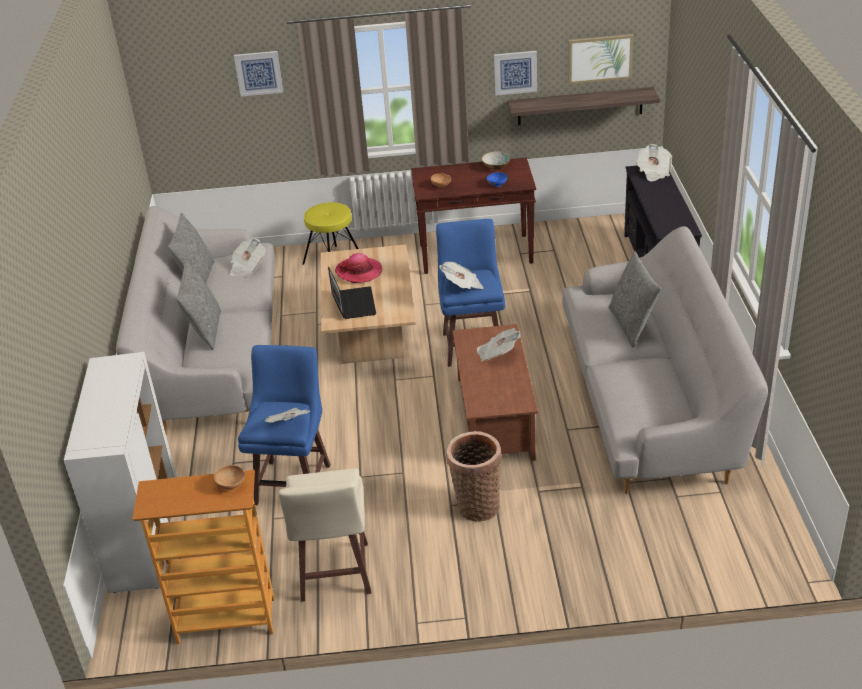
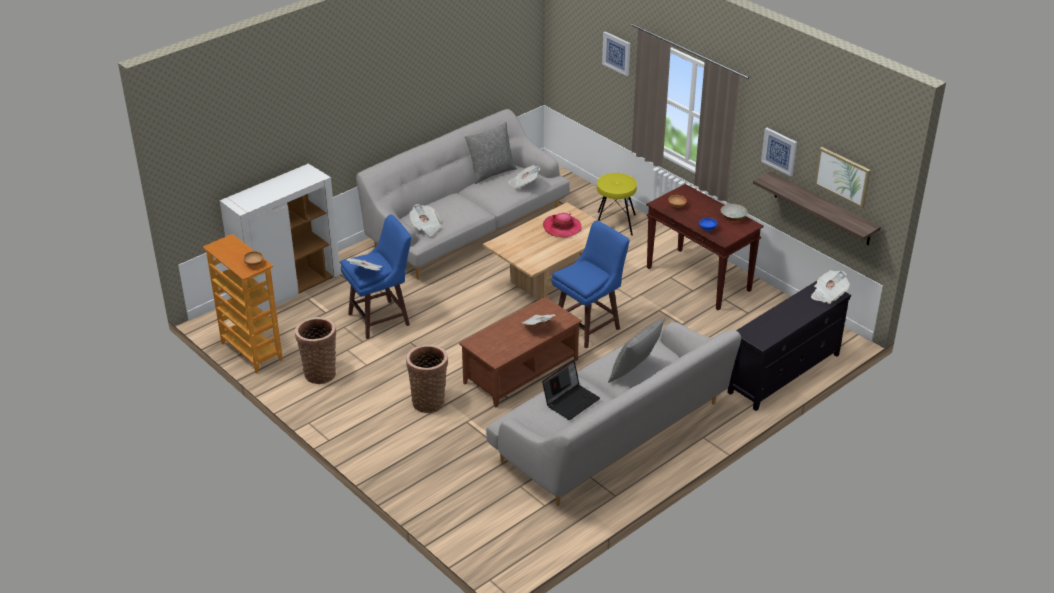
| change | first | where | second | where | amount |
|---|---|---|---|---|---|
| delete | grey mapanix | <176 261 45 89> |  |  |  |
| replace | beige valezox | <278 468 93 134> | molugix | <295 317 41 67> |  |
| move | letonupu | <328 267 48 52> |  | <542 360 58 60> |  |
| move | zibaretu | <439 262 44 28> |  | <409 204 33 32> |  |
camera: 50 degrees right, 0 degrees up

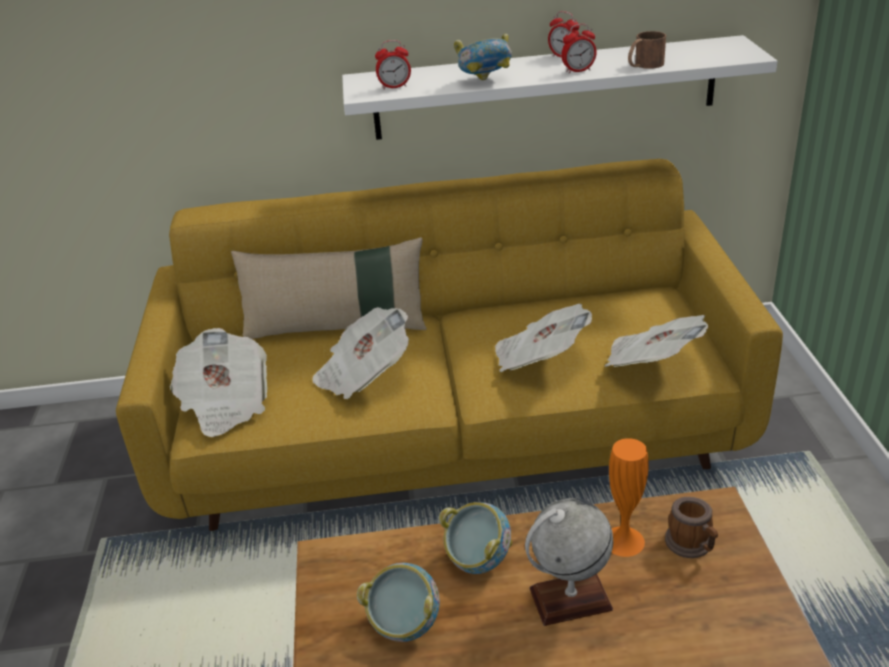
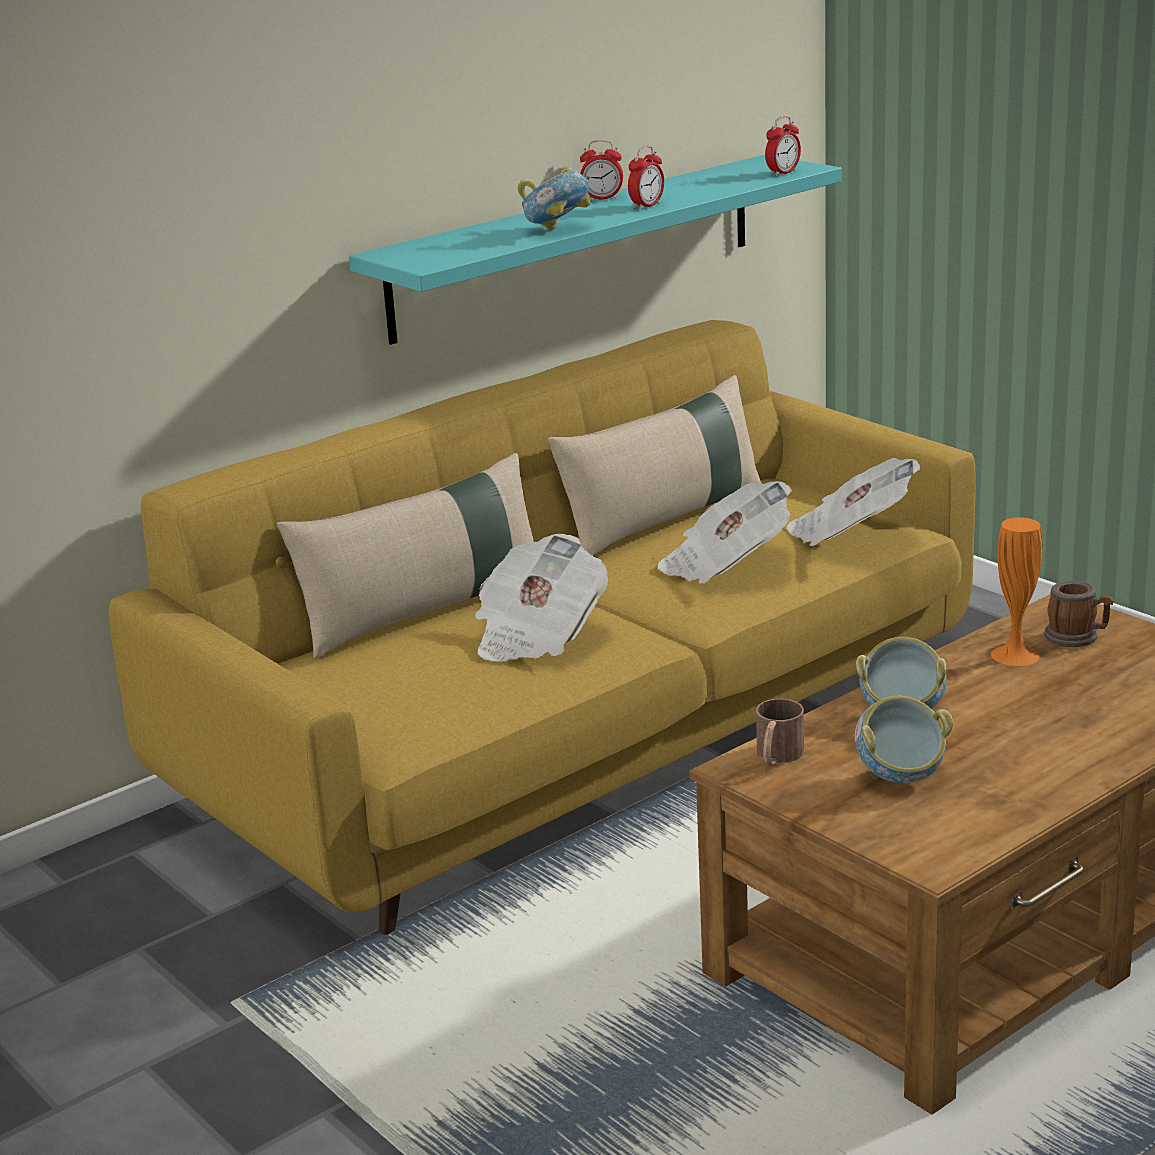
| change | first | where | second | where | amount |
|---|---|---|---|---|---|
| delete | zibaretu | <170 328 97 109> |  |  |  |
| recolor | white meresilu | <342 35 436 105> | turquoise meresilu | <349 155 493 190> |  |
| move | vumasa | <375 40 36 50> |  | <765 116 36 60> |  |
| delete | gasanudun | <525 498 88 128> |  |  |  |
| move | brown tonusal | <628 31 38 38> |  | <756 699 48 67> |  |
| insert |  |  | beige mapanix | <548 375 214 181> |  |
camera: 35 degrees left, 10 degrees down

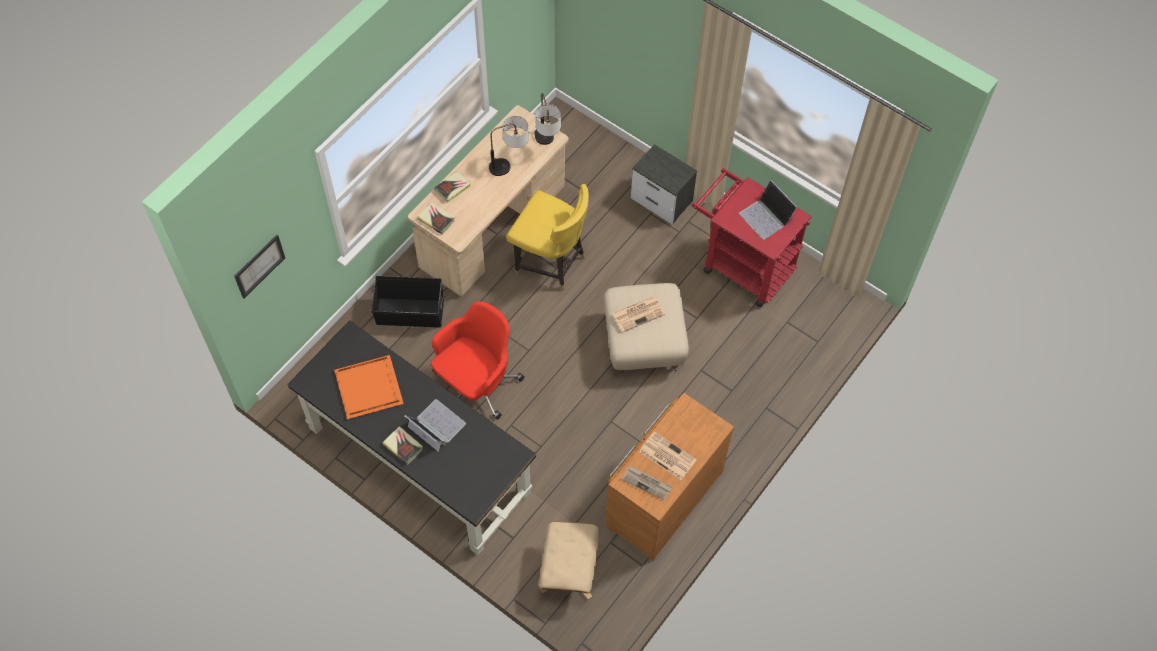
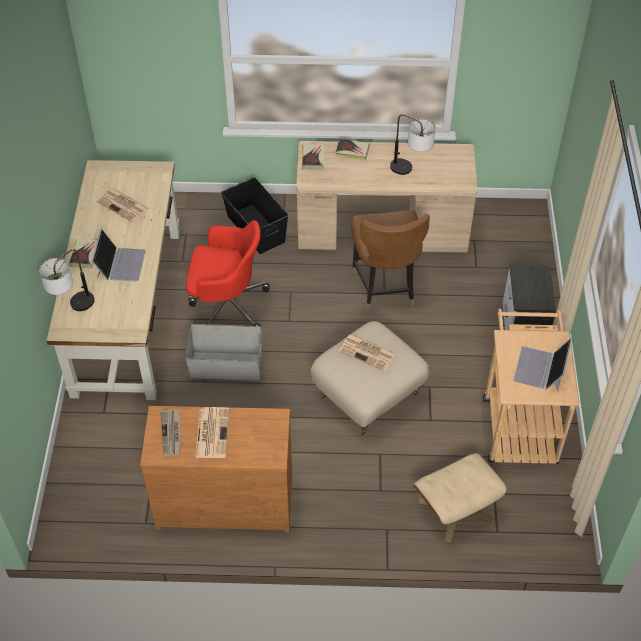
| change | first | where | second | where | amount |
|---|---|---|---|---|---|
| delete | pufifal | <234 235 51 64> |  |  |  |
| recolor | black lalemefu | <287 320 249 235> | beige lalemefu | <46 160 134 240> |  |
| replace | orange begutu | <334 355 70 64> | zibaretu | <97 188 53 35> |  |
| recolor | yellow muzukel | <506 184 83 107> | brown muzukel | <351 210 79 101> |  |
| move | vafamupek | <535 93 26 52> |  | <39 249 56 62> |  |
| move | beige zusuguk | <539 521 60 79> |  | <413 453 94 91> |  |
| recolor | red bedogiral | <691 168 121 139> | beige bedogiral | <483 309 97 155> |  |
| insert |  |  | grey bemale | <185 324 78 57> |  |
camera: 55 degrees right, 10 degrees down

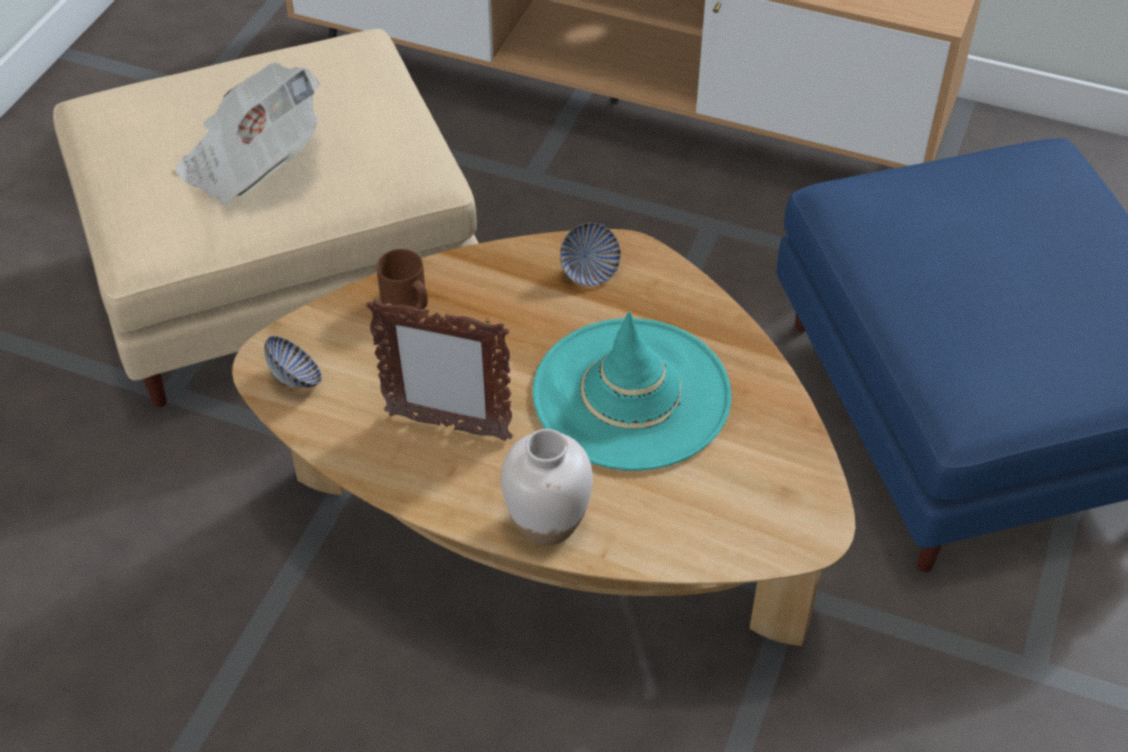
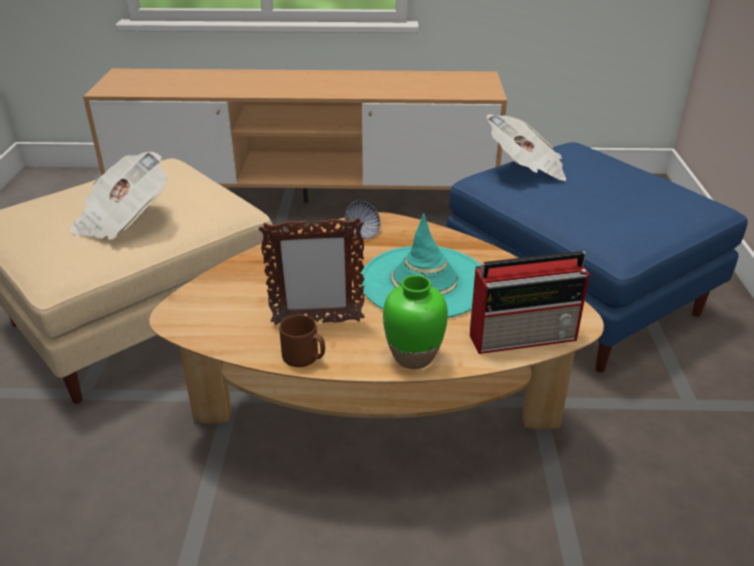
| change | first | where | second | where | amount |
|---|---|---|---|---|---|
| delete | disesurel | <264 336 58 55> |  |  |  |
| move | brown tonusal | <377 249 51 66> |  | <279 315 46 52> |  |
| recolor | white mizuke | <501 429 92 116> | green mizuke | <383 275 65 94> |  |
| insert |  |  | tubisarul | <470 251 120 103> |  |
| insert |  |  | zibaretu | <486 114 81 67> |  |
camera: 20 degrees left, 15 degrees down

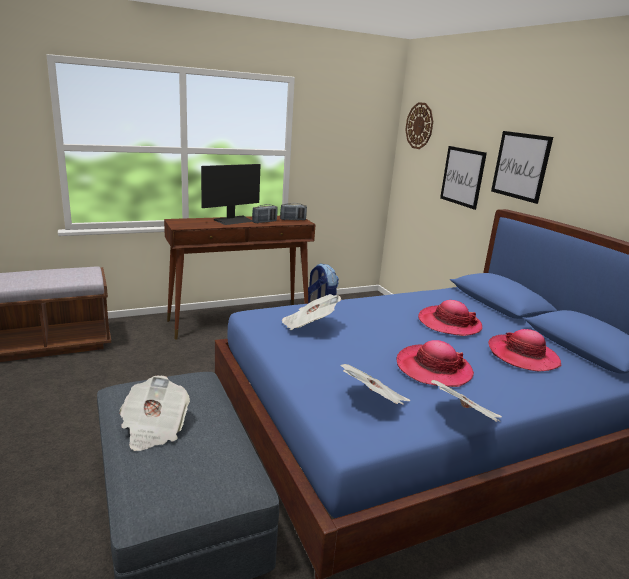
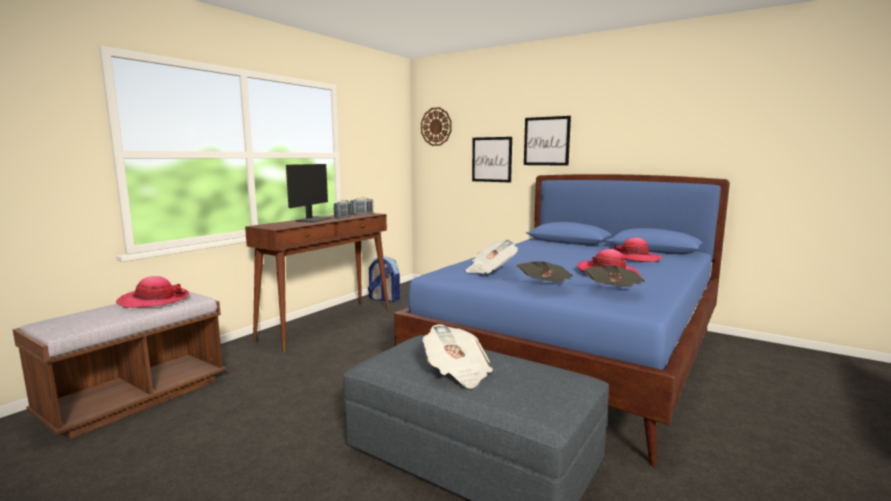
| change | first | where | second | where | amount |
|---|---|---|---|---|---|
| move | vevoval | <418 300 65 36> |  | <116 276 73 32> |  |
| move | zibaretu | <431 380 71 42> |  | <516 261 57 21> |  |
camera: 30 degrees left, 10 degrees down

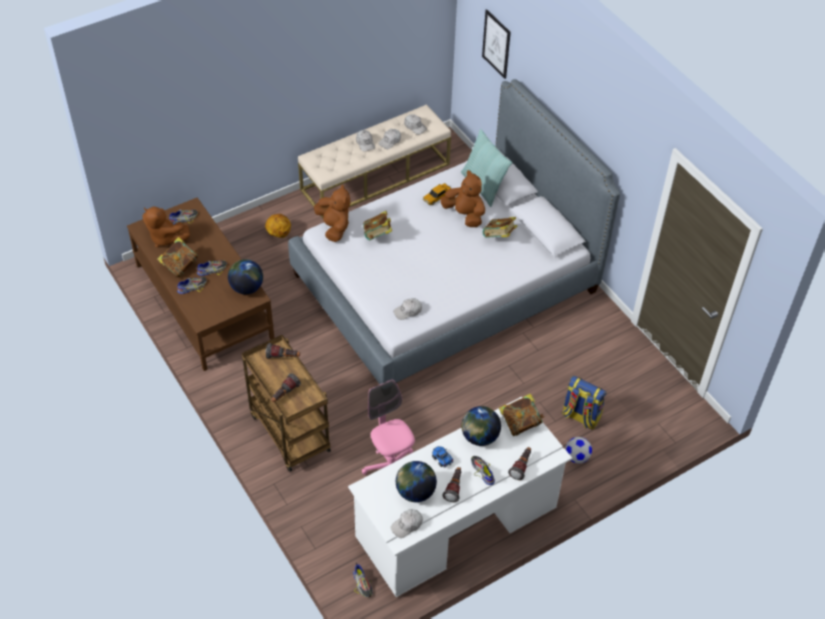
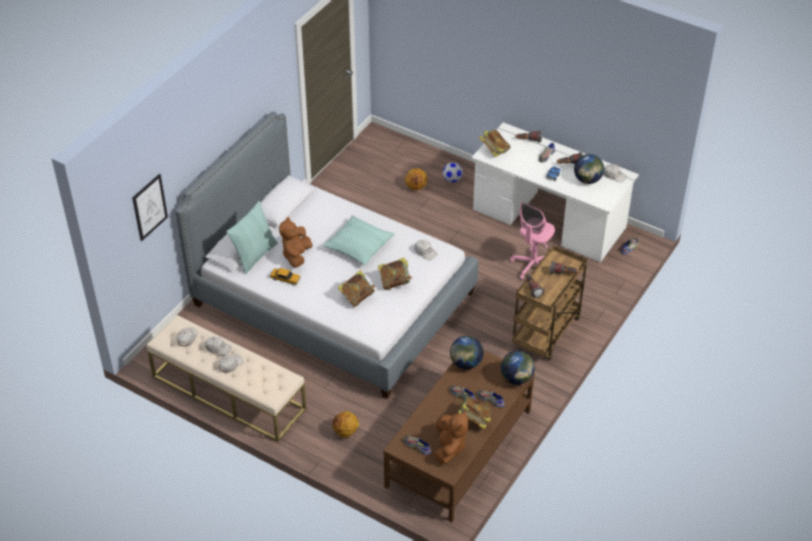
| change | first | where | second | where | amount |
|---|---|---|---|---|---|
| delete | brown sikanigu | <314 185 36 57> |  |  |  |
| move | gasanudun | <461 406 40 40> |  | <501 351 34 34> |  |
| move | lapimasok | <482 217 35 21> |  | <378 258 34 32> |  |
| replace | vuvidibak | <562 376 45 54> | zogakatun | <405 168 22 22> |  |
| insert |  |  | mapanix | <323 215 72 50> |  |
camera: 115 degrees left, 5 degrees down

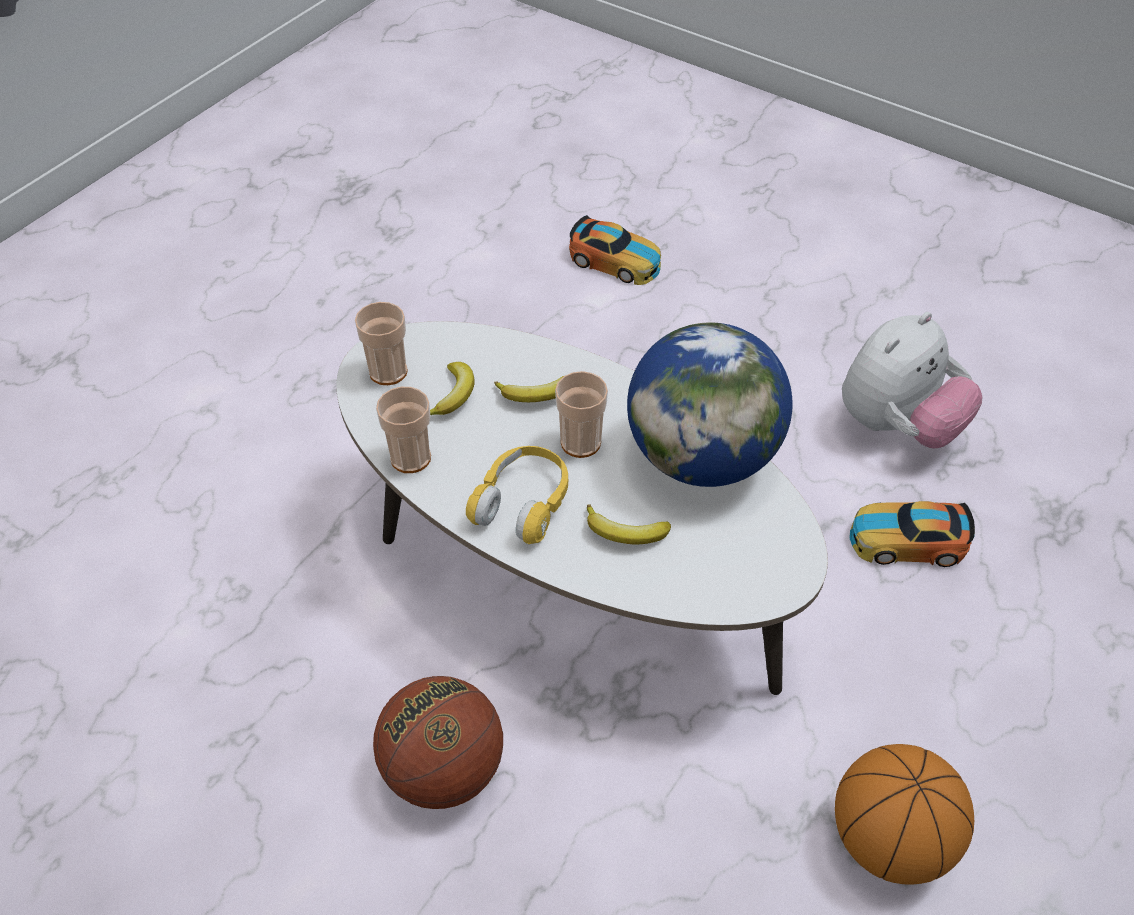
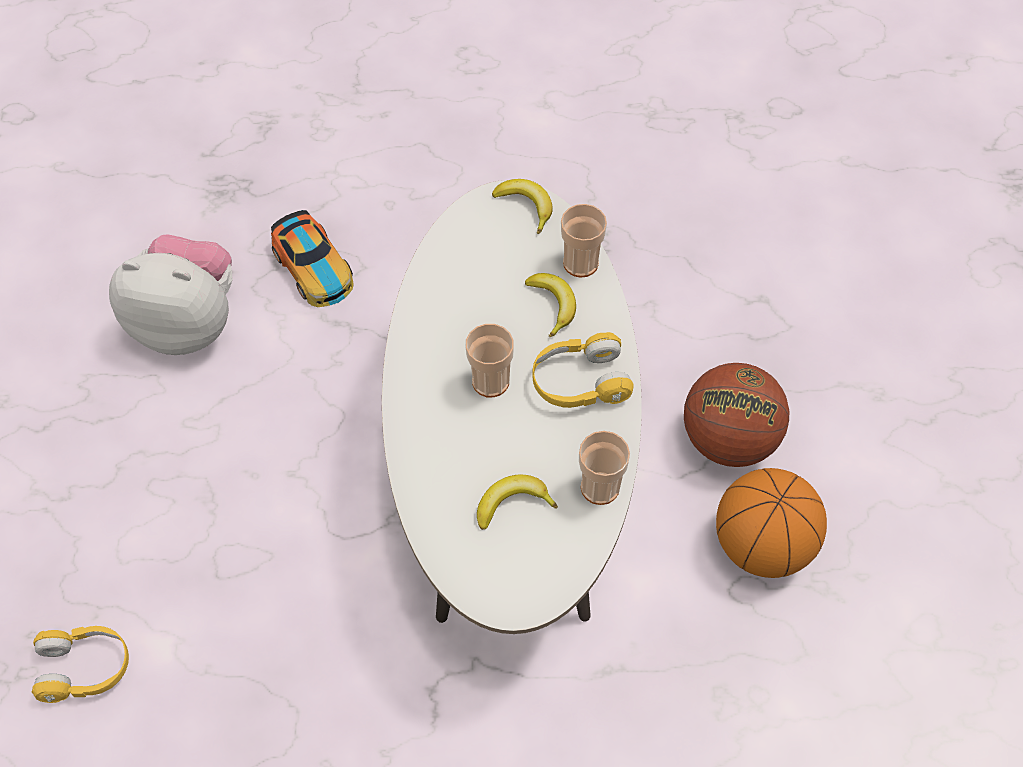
| change | first | where | second | where | amount |
|---|---|---|---|---|---|
| move | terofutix | <355 302 53 83> |  | <561 204 46 73> |  |
| move | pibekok | <494 376 69 26> |  | <492 179 61 55> |  |
| replace | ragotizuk | <569 215 92 70> | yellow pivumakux | <31 626 98 77> |  |
| delete | gasanudun | <627 322 166 165> |  |  |  |
| move | zogakatun | <835 744 139 141> |  | <716 468 111 110> |  |
camera: 125 degrees left, 10 degrees up

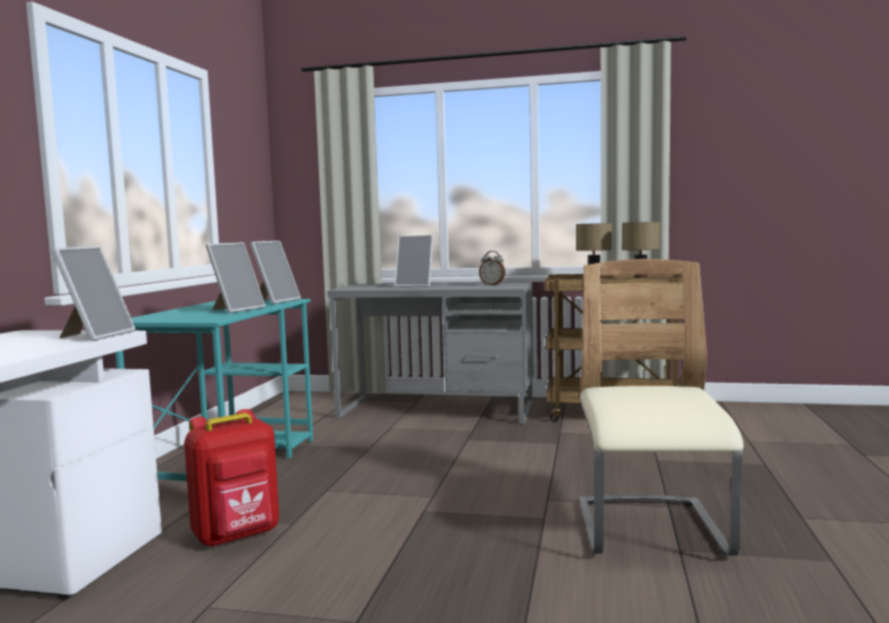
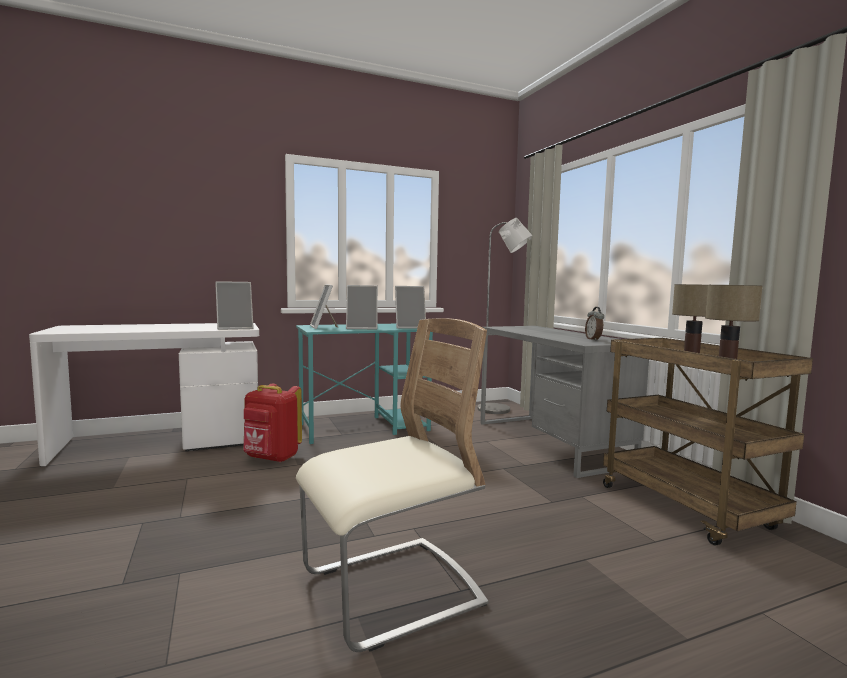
| change | first | where | second | where | amount |
|---|---|---|---|---|---|
| move | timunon | <394 235 39 52> |  | <310 284 29 45> |  |
| insert |  |  | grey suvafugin | <478 218 54 196> |  |
camera: 55 degrees right, 0 degrees up

